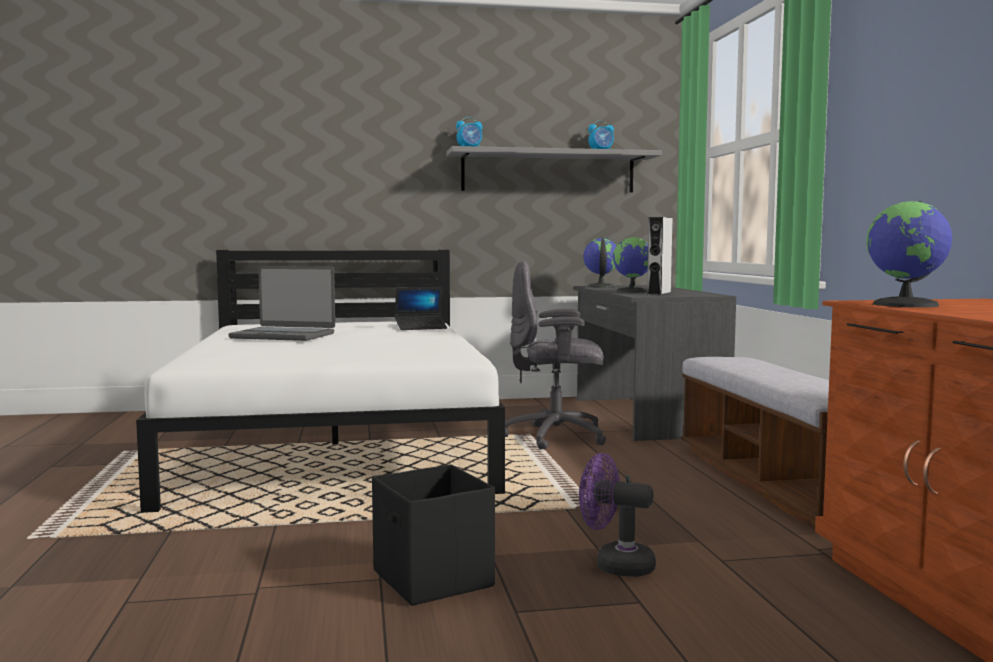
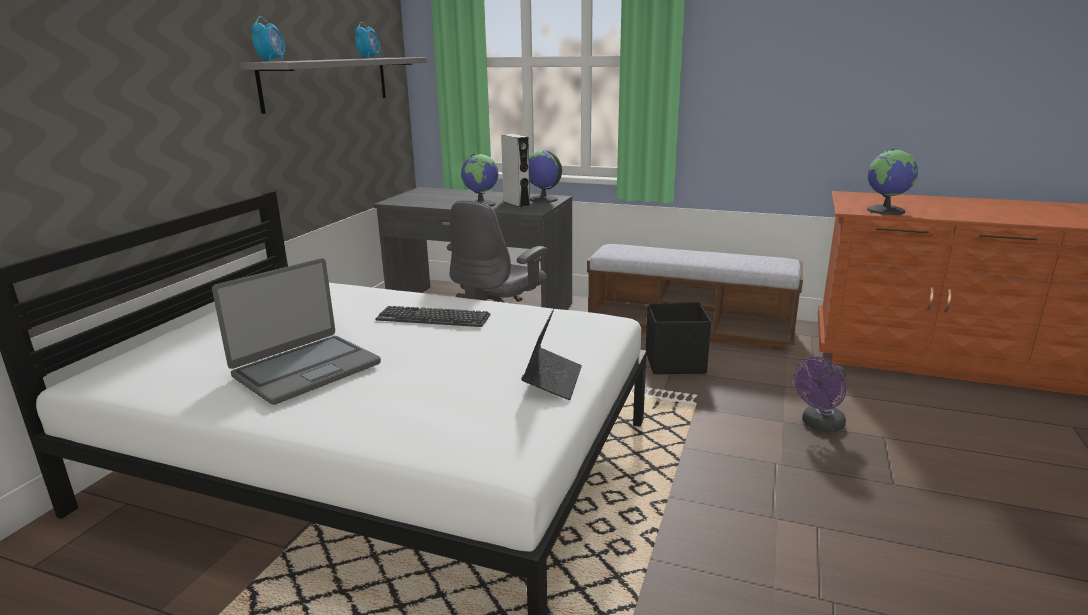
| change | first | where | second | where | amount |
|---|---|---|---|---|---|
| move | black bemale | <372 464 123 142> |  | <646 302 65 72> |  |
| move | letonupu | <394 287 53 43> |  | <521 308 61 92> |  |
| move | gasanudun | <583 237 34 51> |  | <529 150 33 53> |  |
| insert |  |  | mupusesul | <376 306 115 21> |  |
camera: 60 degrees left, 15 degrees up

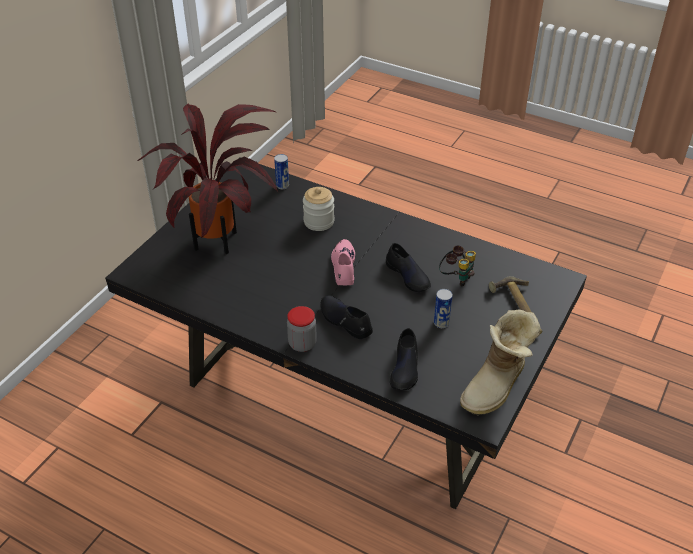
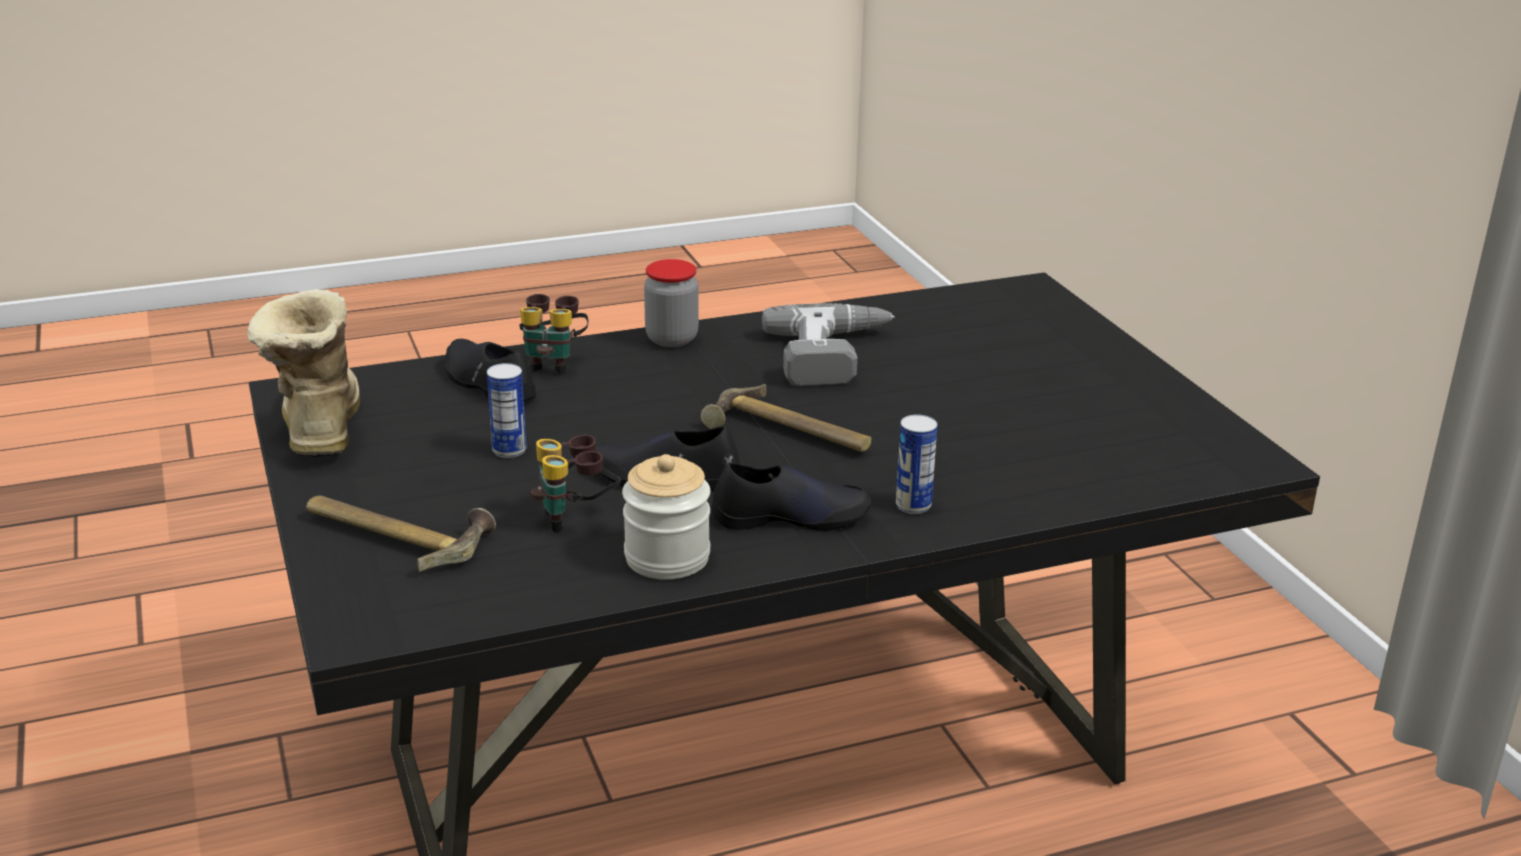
| change | first | where | second | where | amount |
|---|---|---|---|---|---|
| delete | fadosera | <137 103 141 151> |  |  |  |
| move | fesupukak | <274 154 15 35> |  | <896 414 42 100> |  |
| move | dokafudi | <303 187 31 44> |  | <622 454 88 126> |  |
| move | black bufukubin | <321 295 52 44> |  | <712 462 159 69> |  |
| replace | pink bufukubin | <331 239 24 46> | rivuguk | <701 384 171 68> |  |
| insert |  |  | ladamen | <520 294 68 80> |  |
| insert |  |  | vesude | <762 303 132 83> |  |
camera: 130 degrees right, 15 degrees down

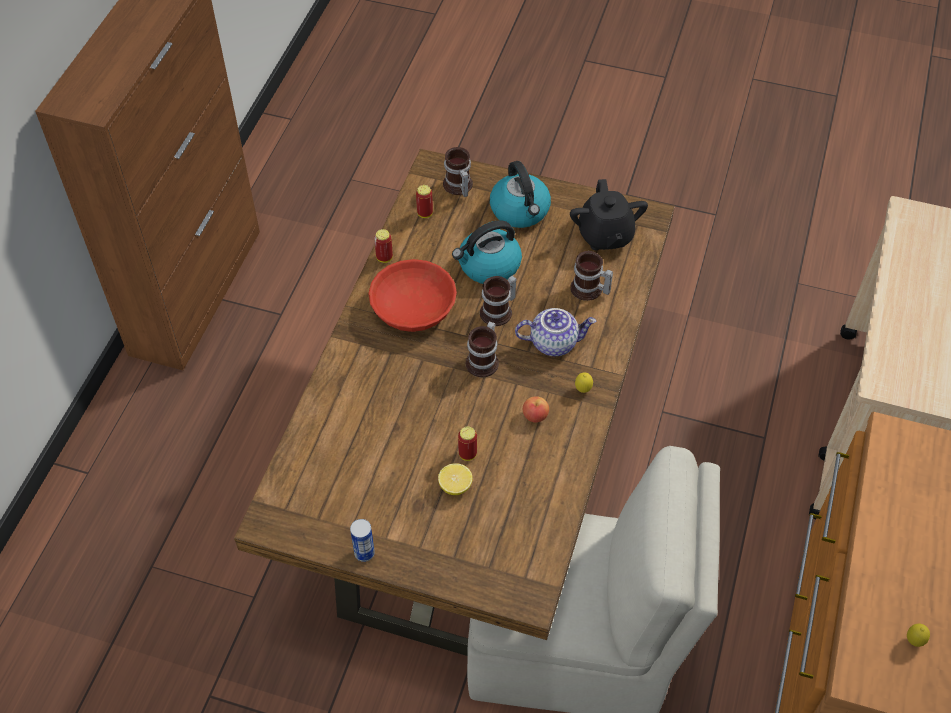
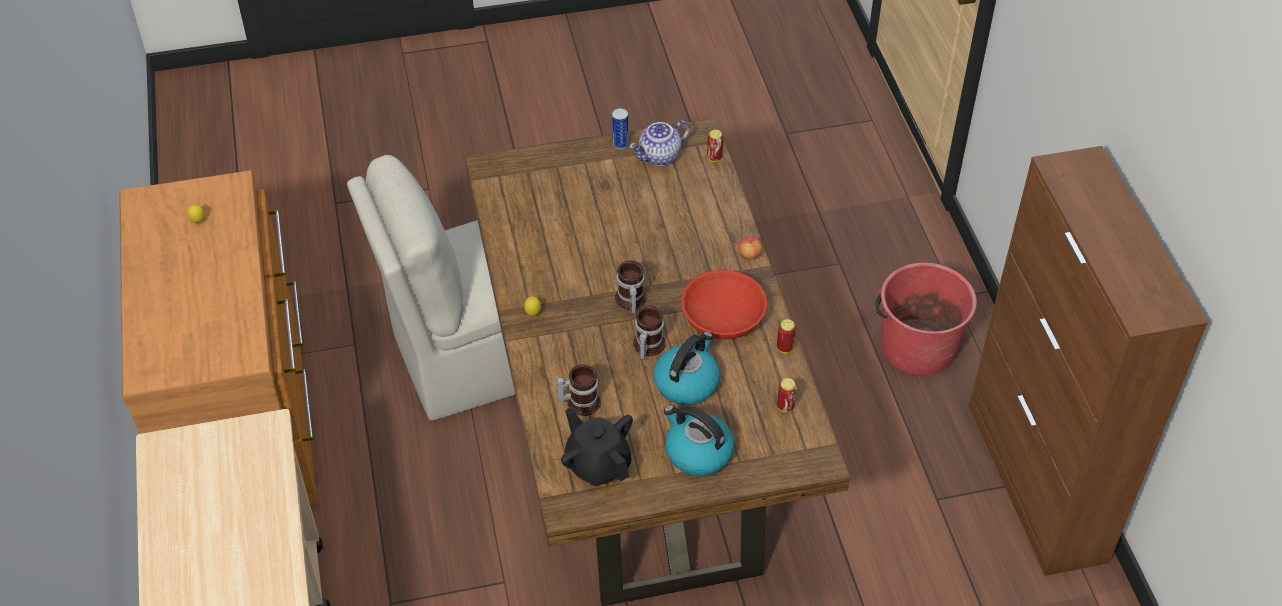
| change | first | where | second | where | amount |
|---|---|---|---|---|---|
| delete | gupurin | <438 463 34 32> |  |  |  |
| delete | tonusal | <443 147 30 50> |  |  |  |
| move | fesupukak | <458 426 19 35> |  | <707 130 16 32> |  |
| move | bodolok | <515 308 81 48> |  | <629 120 61 46> |  |
| move | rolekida | <523 396 26 27> |  | <738 236 24 24> |  |
| insert |  |  | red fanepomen | <875 263 102 113> |  |
camera: 150 degrees right, 5 degrees down

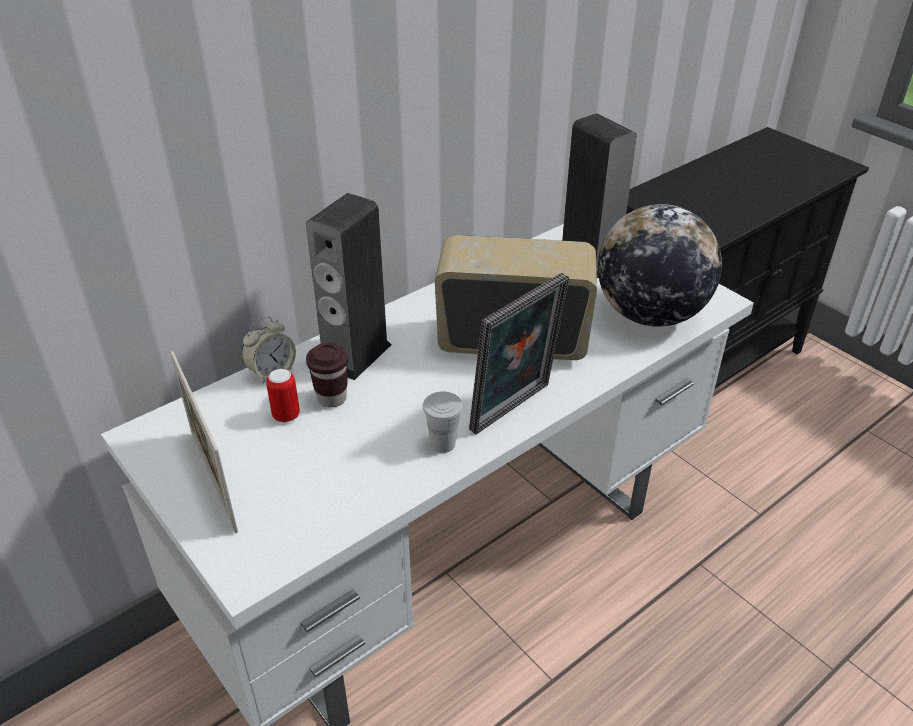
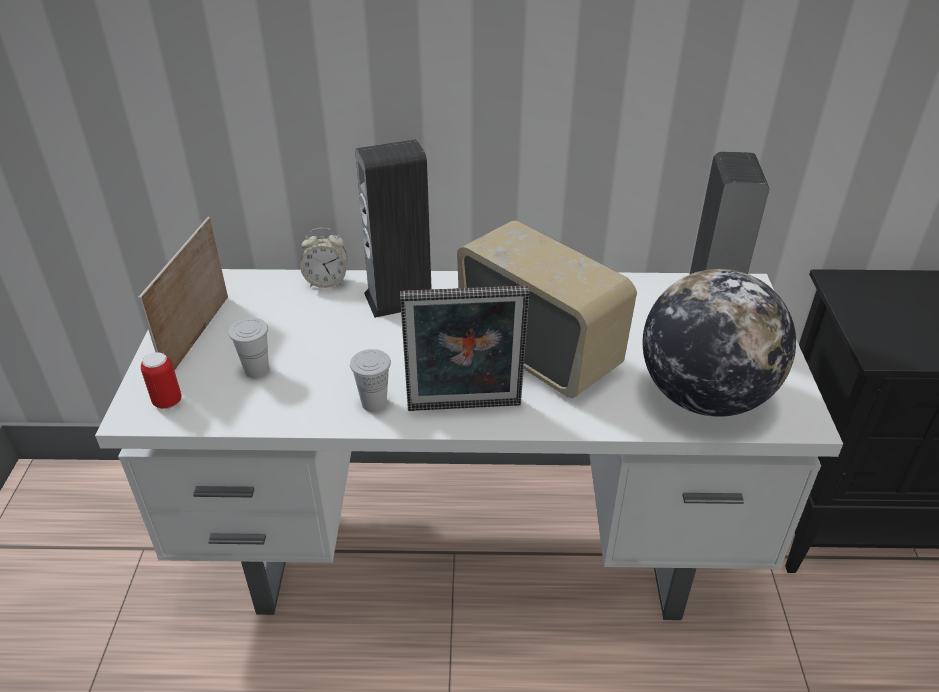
| change | first | where | second | where | amount |
|---|---|---|---|---|---|
| move | fesupukak | <266 369 34 53> |  | <141 352 40 57> |  |
| delete | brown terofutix | <306 343 43 65> |  |  |  |
| insert |  |  | white terofutix | <229 318 40 60> |  |
camera: 40 degrees right, 0 degrees up

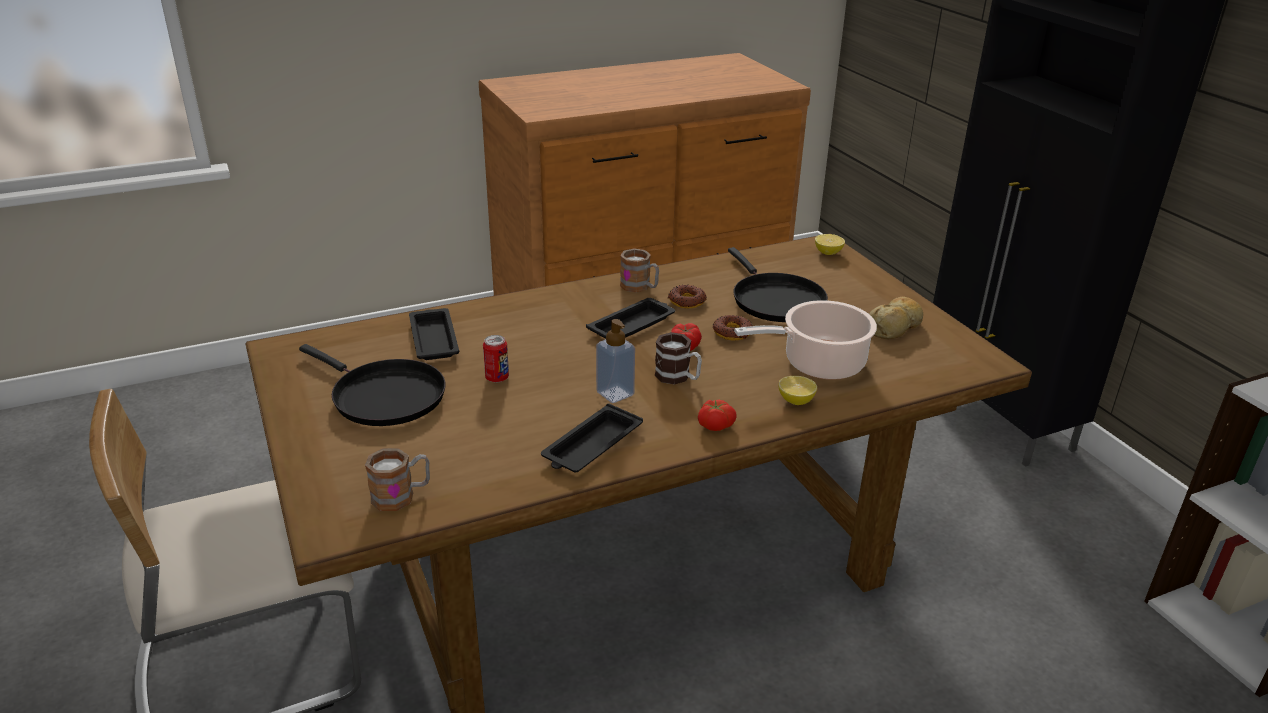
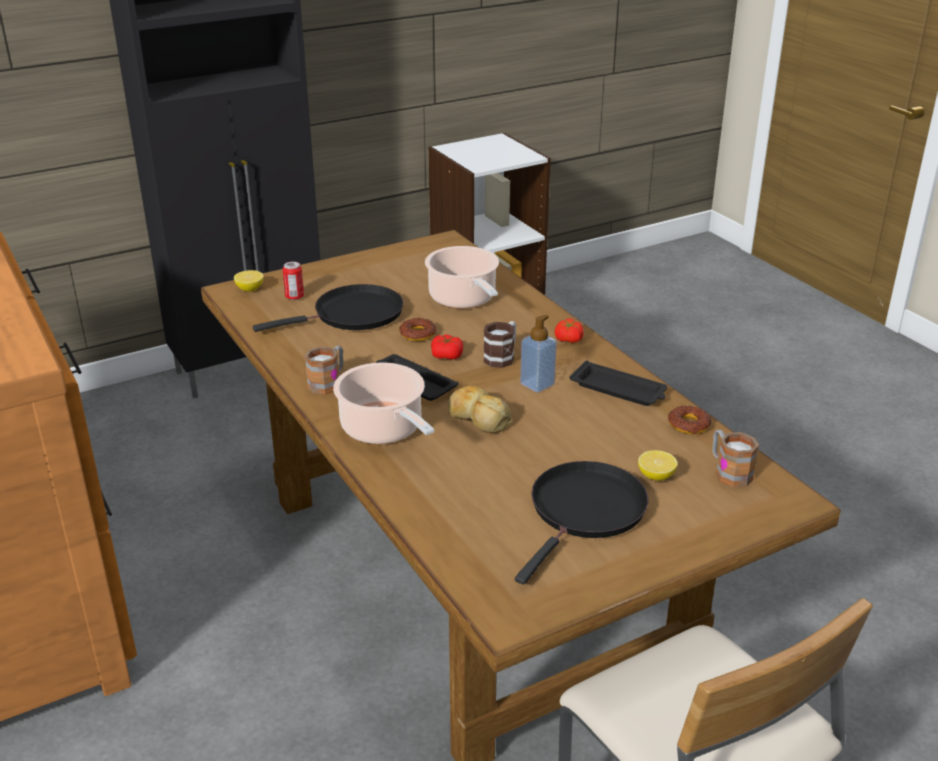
| change | first | where | second | where | amount |
|---|---|---|---|---|---|
| delete | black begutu | <409 308 50 52> |  |  |  |
| move | fesupukak | <483 335 26 48> |  | <283 262 21 38> |  |
| move | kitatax | <667 285 40 23> |  | <668 405 44 29> |  |
| move | gupurin | <778 376 39 29> |  | <638 450 40 31> |  |
| move | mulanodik | <869 297 54 42> |  | <448 386 64 47> |  |
| insert |  |  | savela | <333 362 101 82> |  |
camera: 95 degrees left, 0 degrees up

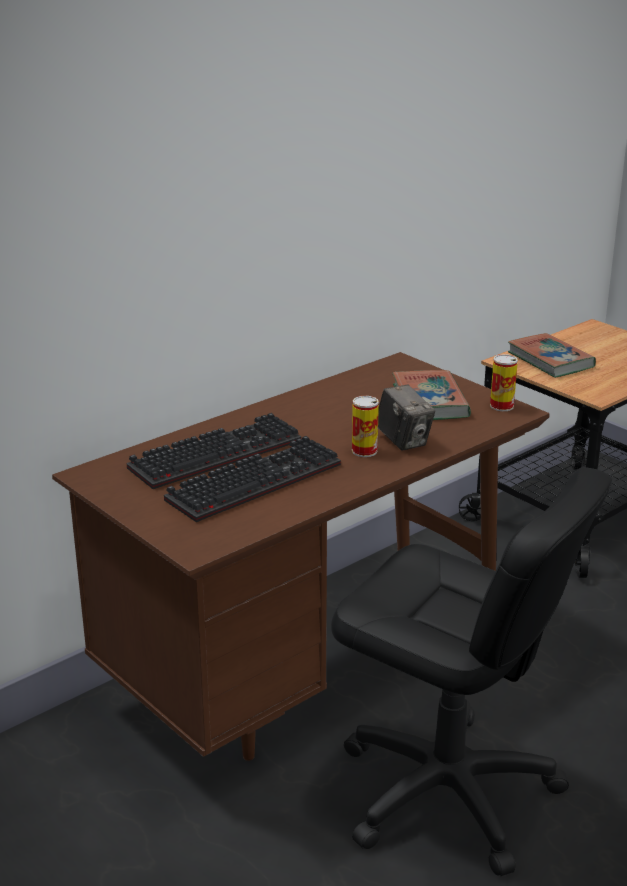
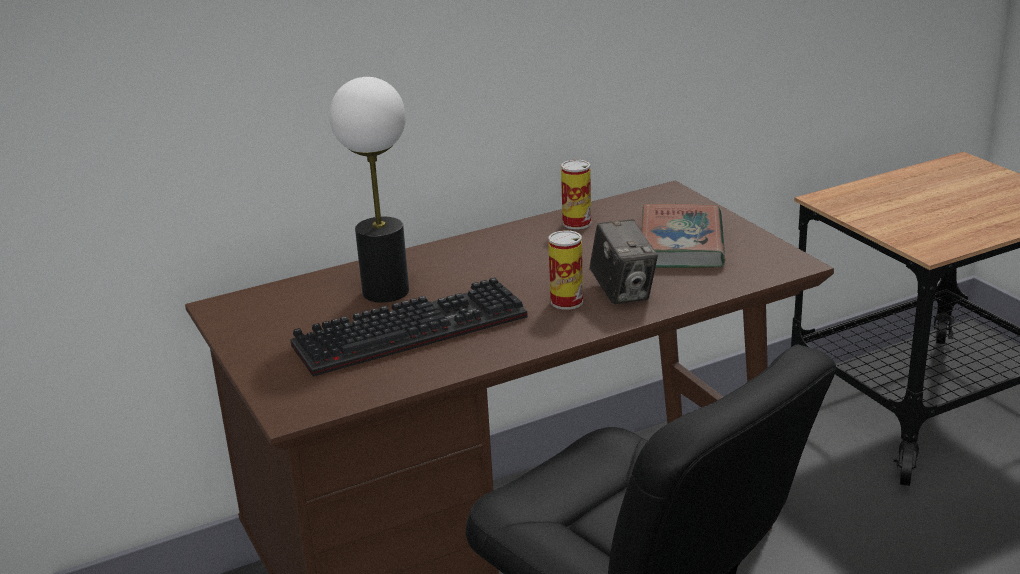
| change | first | where | second | where | amount |
|---|---|---|---|---|---|
| replace | mupusesul | <127 413 174 76> | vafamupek | <330 77 79 226> |  |
| move | fesupukak | <490 354 28 57> |  | <561 160 30 69> |  |
| delete | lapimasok | <508 333 88 45> |  |  |  |
camera: 15 degrees right, 0 degrees up

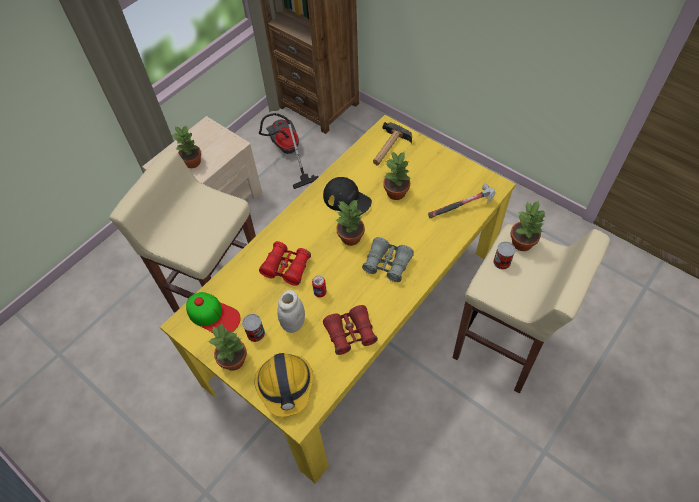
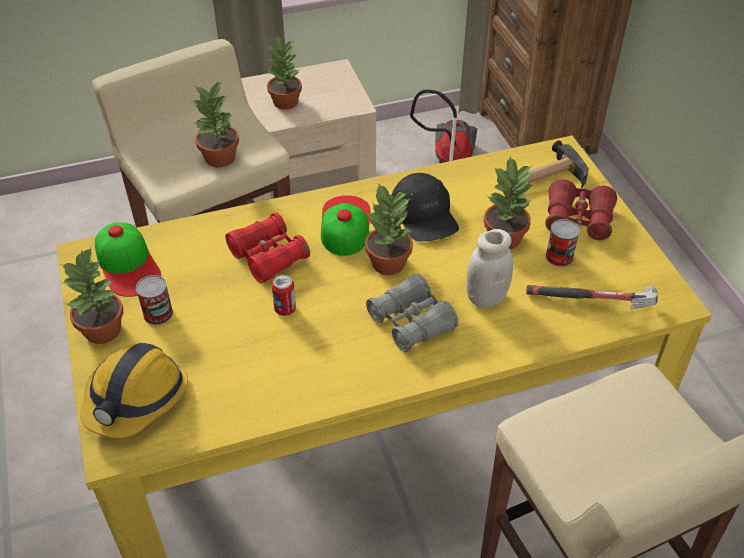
| change | first | where | second | where | amount |
|---|---|---|---|---|---|
| move | white dokafudi | <277 290 28 43> |  | <466 229 47 79> |  |
| move | red ladamen | <323 305 55 50> |  | <545 179 72 62> |  |
| move | fesupukak | <493 242 22 27> |  | <546 219 34 48> |  |
| move | fadosera | <510 200 35 51> |  | <192 81 47 86> |  |
| insert |  |  | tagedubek | <321 195 49 61> |  |
camera: 30 degrees right, 10 degrees down

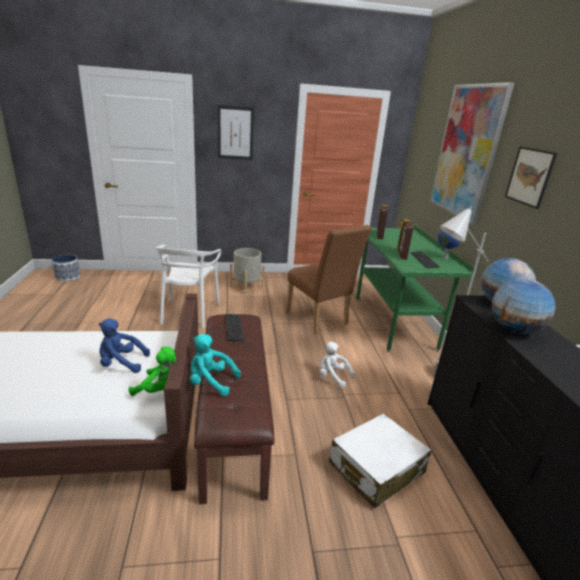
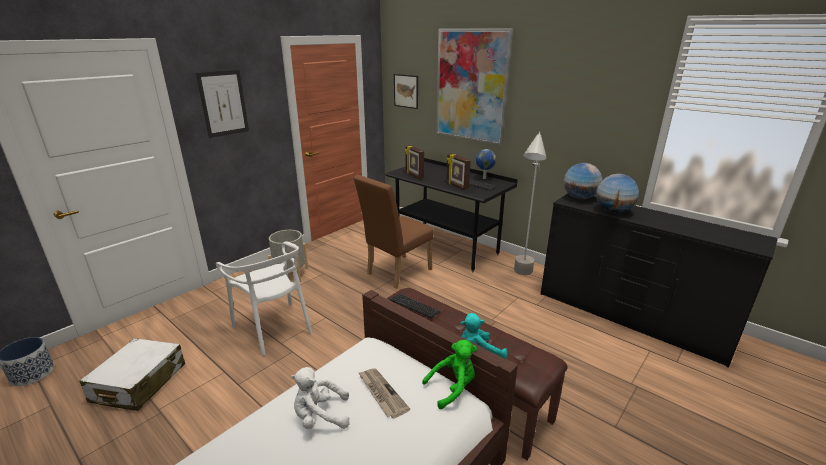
| change | first | where | second | where | amount |
|---|---|---|---|---|---|
| replace | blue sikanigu | <99 319 51 54> | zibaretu | <358 368 52 51> |  |
| rotate | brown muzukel | <286 225 85 109> |  | <353 175 81 114> | 120 degrees clockwise |
| move | white sikanigu | <320 342 35 46> |  | <291 367 59 62> |  |
| move | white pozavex | <329 413 103 95> |  | <79 338 106 73> |  |
| recolor | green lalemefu | <356 225 118 127> | black lalemefu | <385 158 133 114> |  |
| move | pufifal | <505 147 52 62> |  | <394 74 24 35> |  |
camera: 40 degrees left, 0 degrees up

